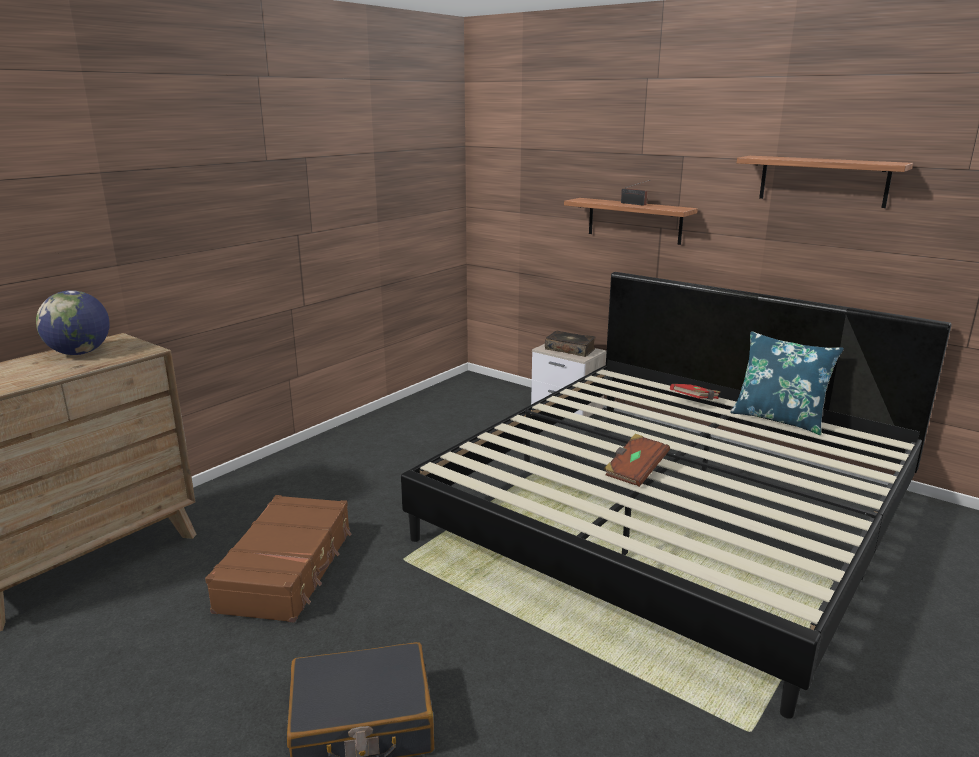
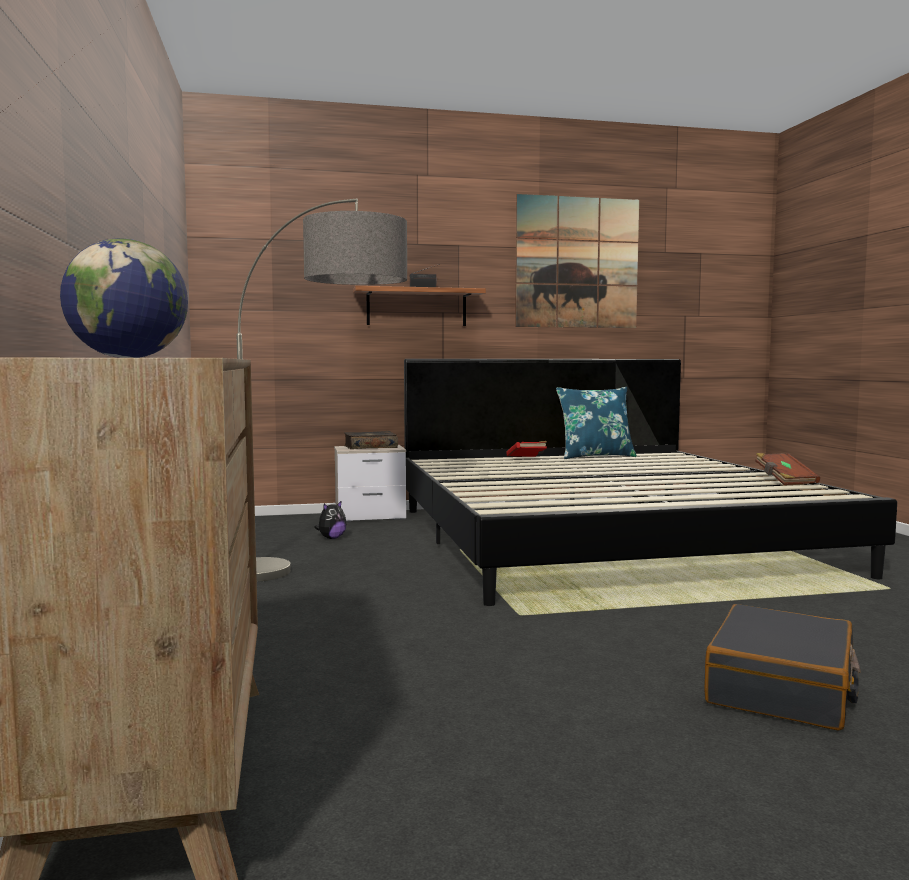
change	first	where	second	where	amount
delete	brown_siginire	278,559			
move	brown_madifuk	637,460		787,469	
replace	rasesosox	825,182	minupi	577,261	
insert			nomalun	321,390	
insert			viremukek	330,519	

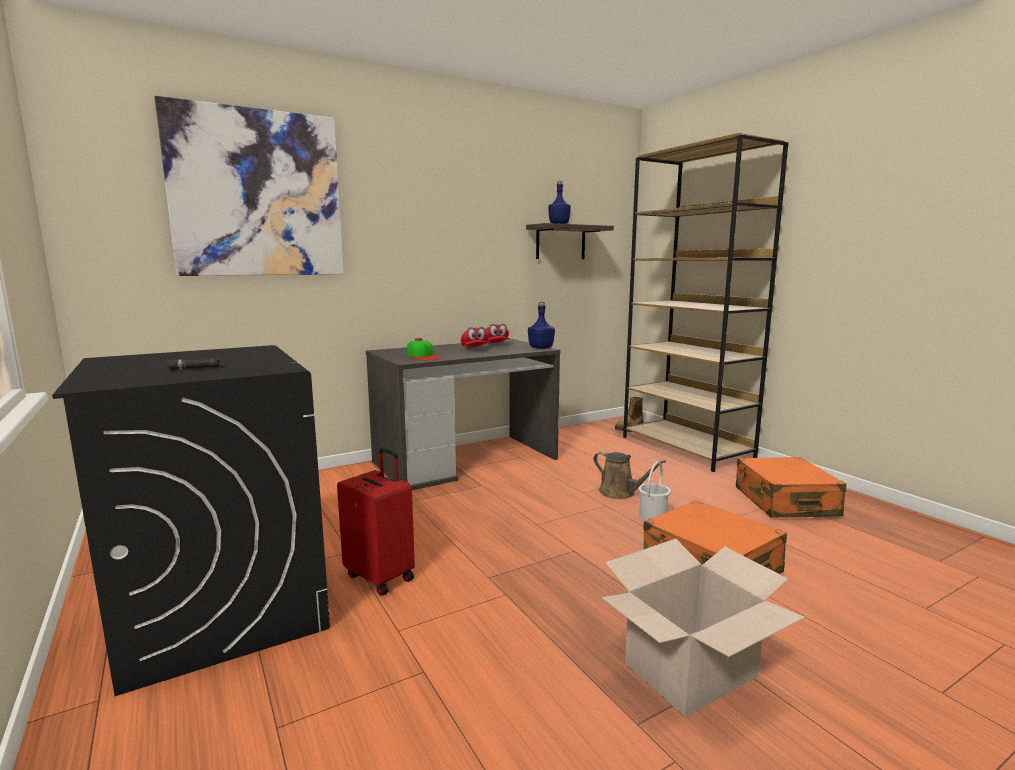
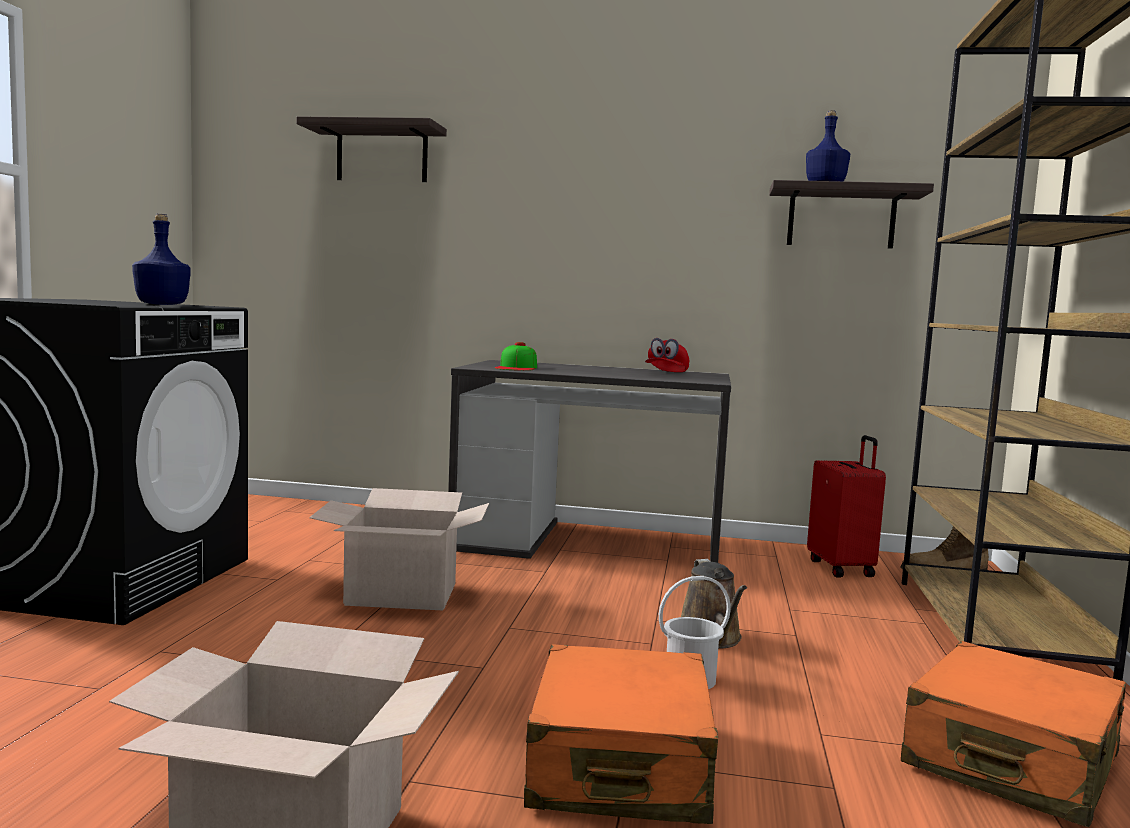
change	first	where	second	where	amount
replace	minupi	249,186	rasesosox	372,149	
delete	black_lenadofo	194,364			
move	red_siginire	376,521		846,506	
delete	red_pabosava	475,337			
move	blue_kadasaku	541,325		161,259	
insert			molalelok	399,549	

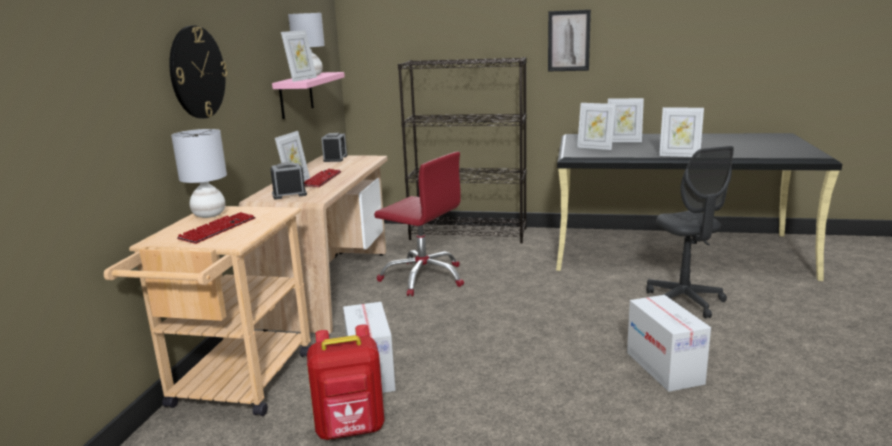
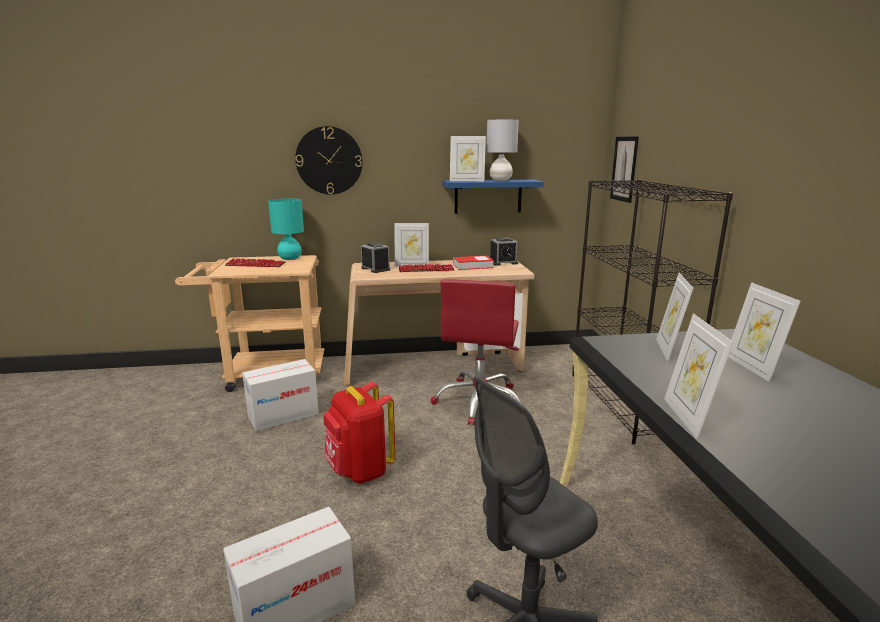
change	first	where	second	where	amount
recolor	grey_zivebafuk	199,173	turquoise_zivebafuk	286,229	
recolor	pink_rasesosox	308,95	blue_rasesosox	493,196	
move	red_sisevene	345,382		359,433	
move	minupi	569,40		624,169	
insert			madifuk	473,263	

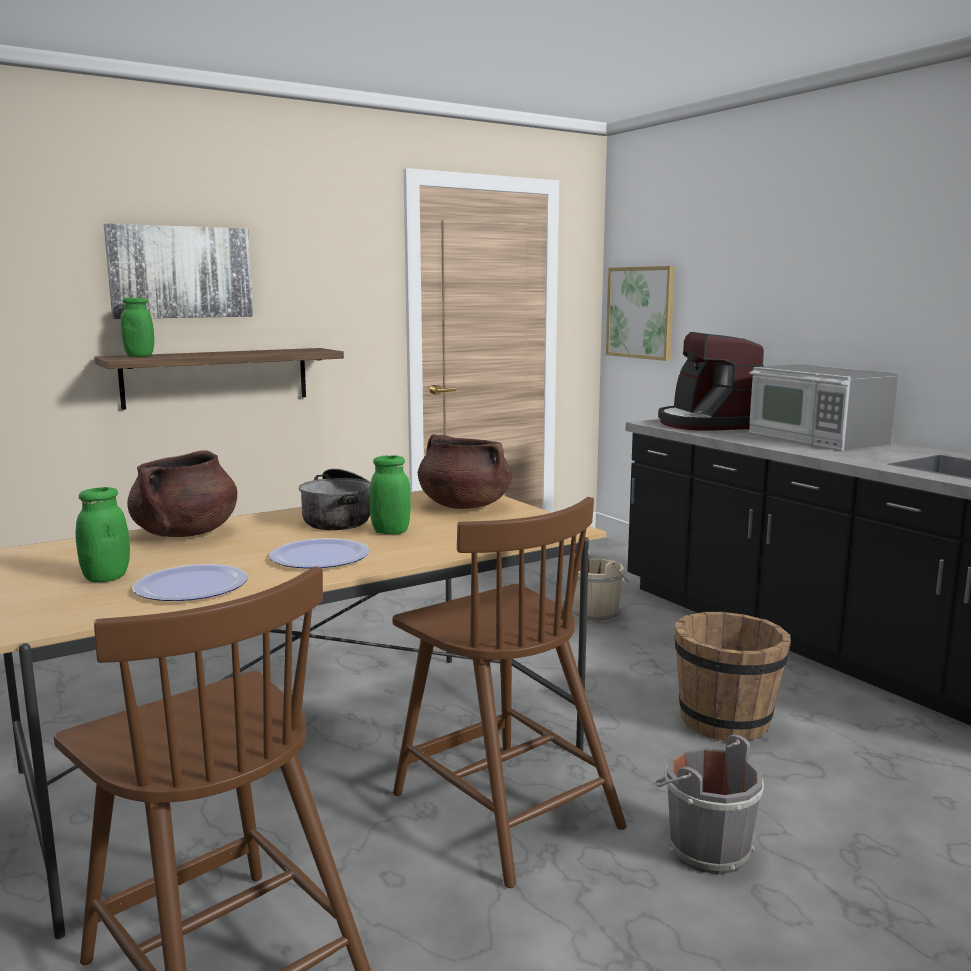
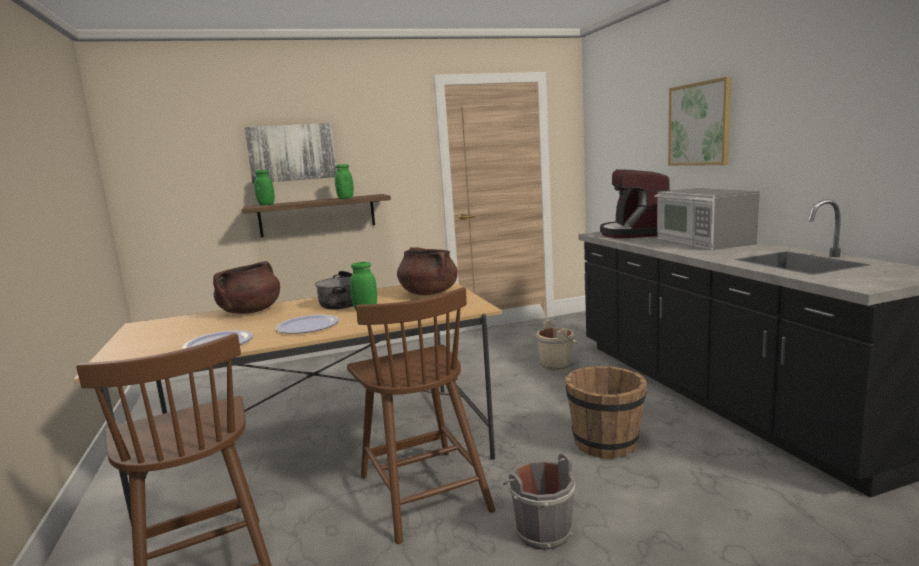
change	first	where	second	where	amount
move	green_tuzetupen	103,534		344,181	
move	minupi	640,313		700,121	

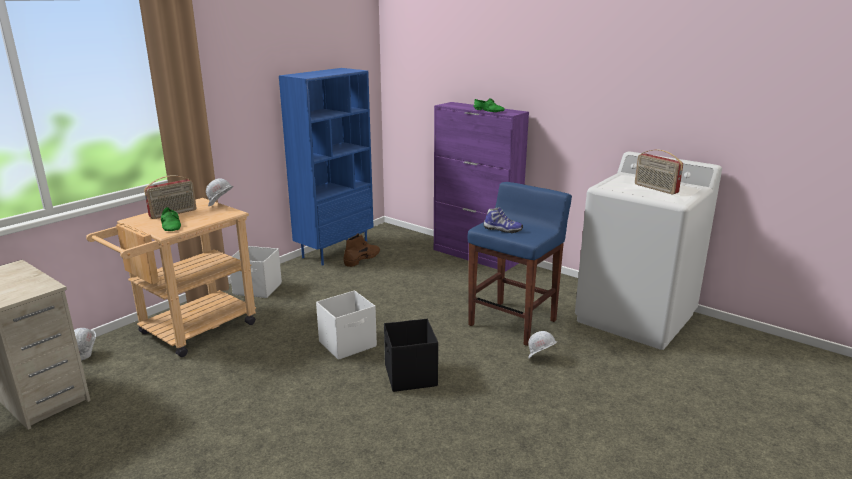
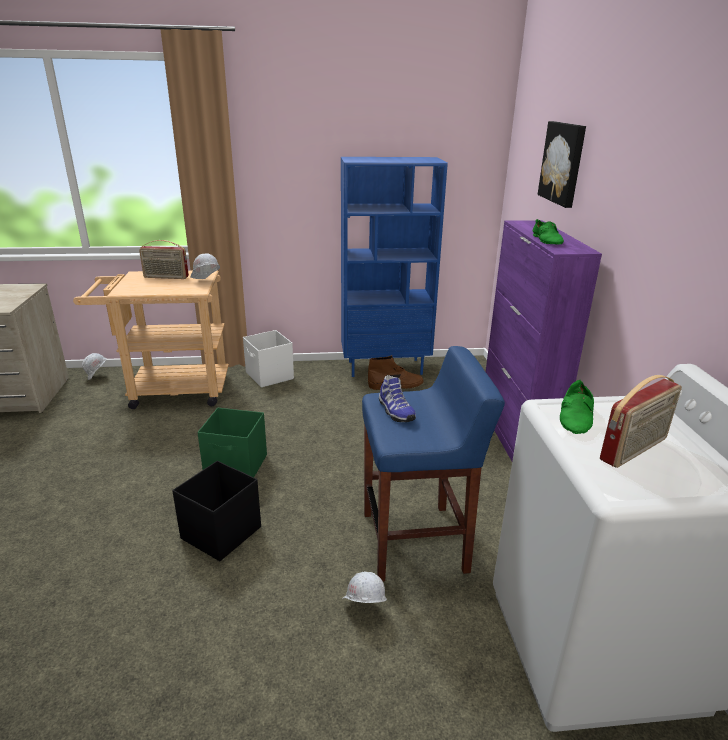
change	first	where	second	where	amount
move	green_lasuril	171,219		577,407	
recolor	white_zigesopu	346,325	green_zigesopu	232,442	
rotate	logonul	659,172		641,421	135 degrees counterclockwise
insert			minupi	562,164	

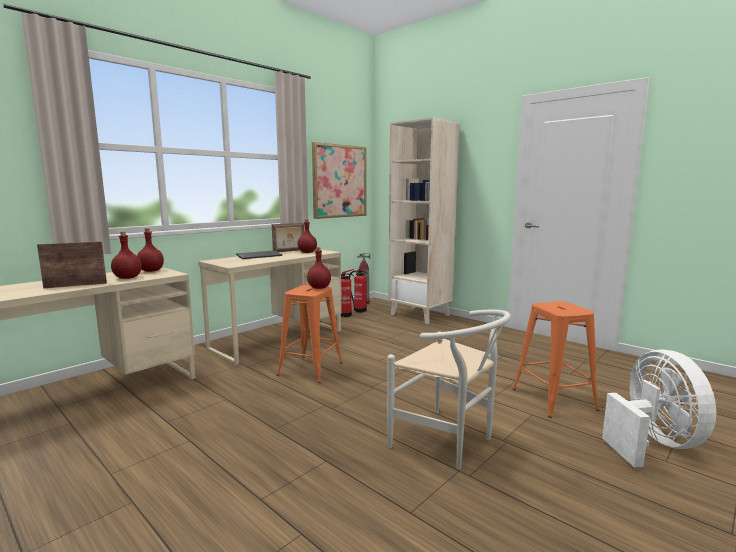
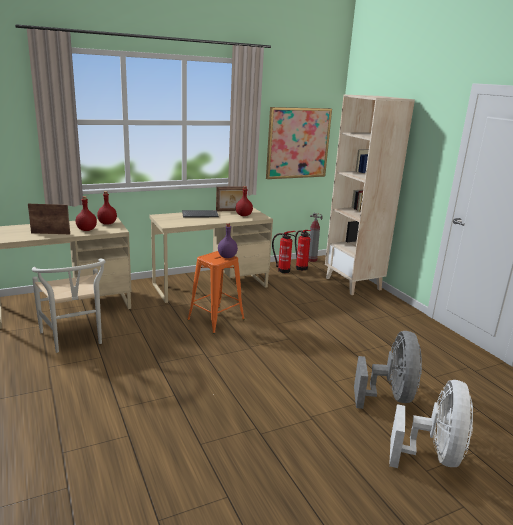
change	first	where	second	where	amount
recolor	red_kadasaku	319,268	purple_kadasaku	228,240	
move	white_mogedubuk	449,390		68,305	
replace	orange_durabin	556,359	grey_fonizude	388,370	

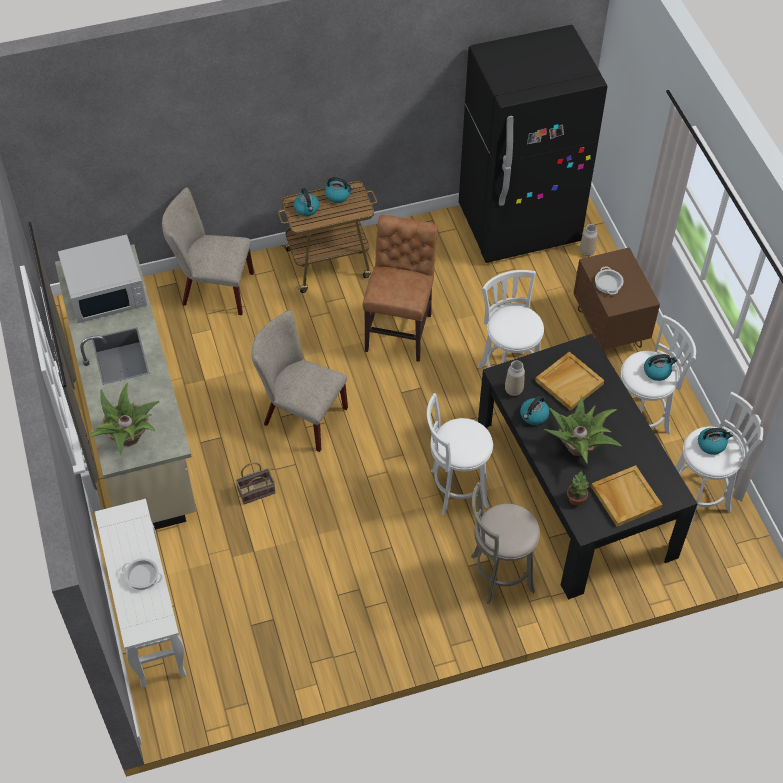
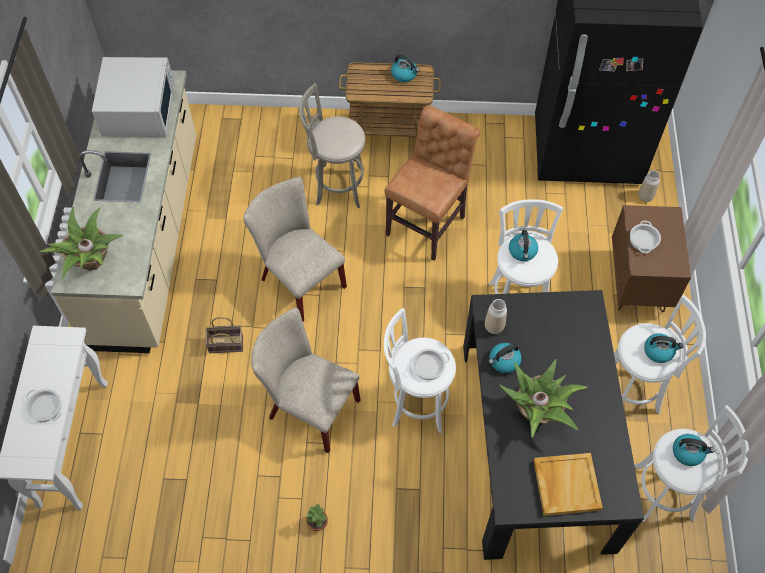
change	first	where	second	where	amount
rotate	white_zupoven	102,279		133,97	90 degrees counterclockwise
move	beige_mogedubuk	208,251		305,380	
move	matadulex	307,202		523,245	
move	grey_durabin	505,543		332,145	
delete	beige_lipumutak	569,381			
move	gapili	578,488		317,517	
insert			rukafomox	429,364	

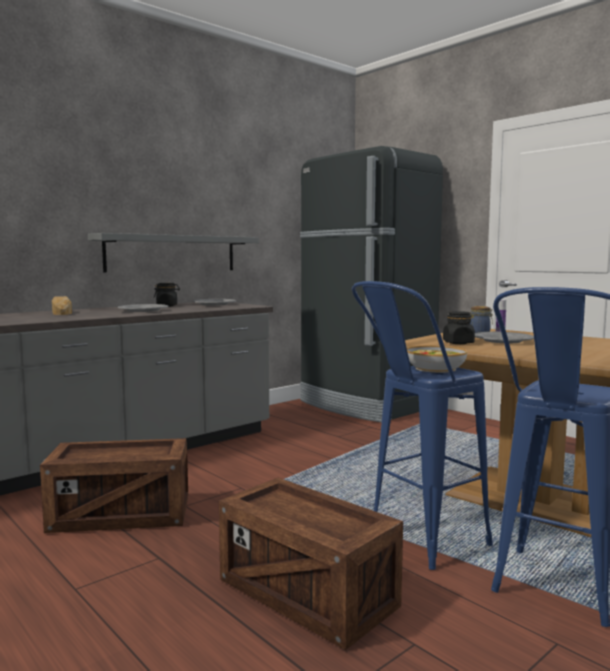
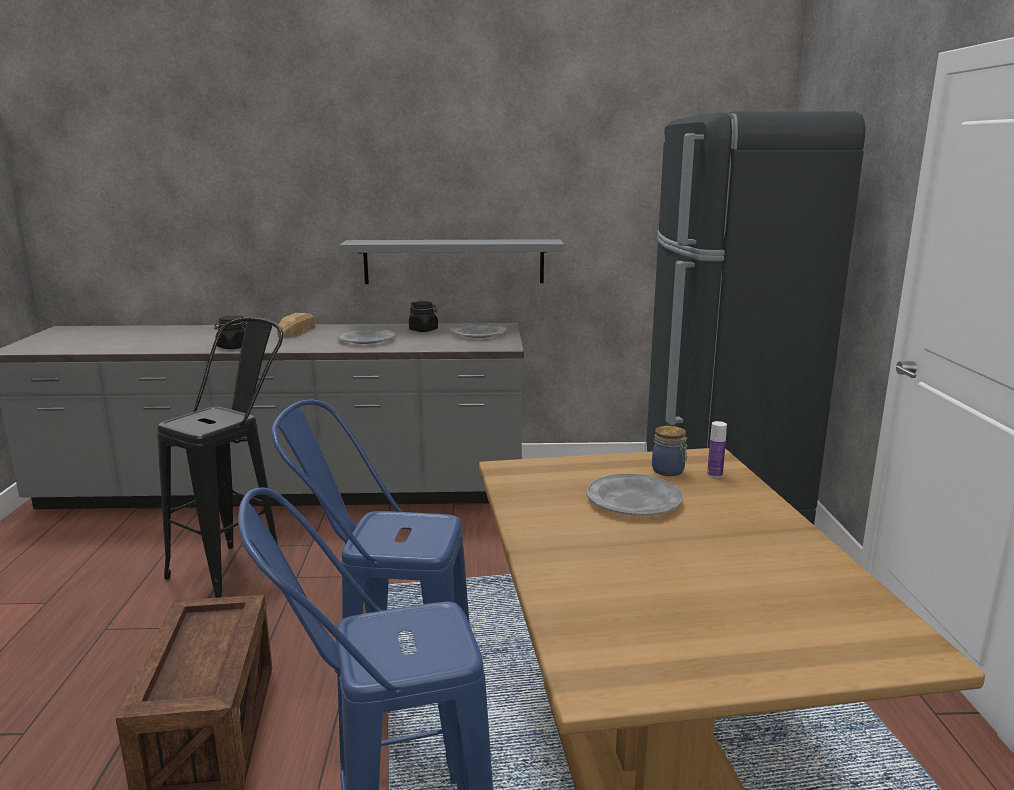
change	first	where	second	where	amount
replace	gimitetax	114,485	black_durabin	220,458	
delete	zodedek	437,359			
move	black_tuzetupen	459,327		230,332	

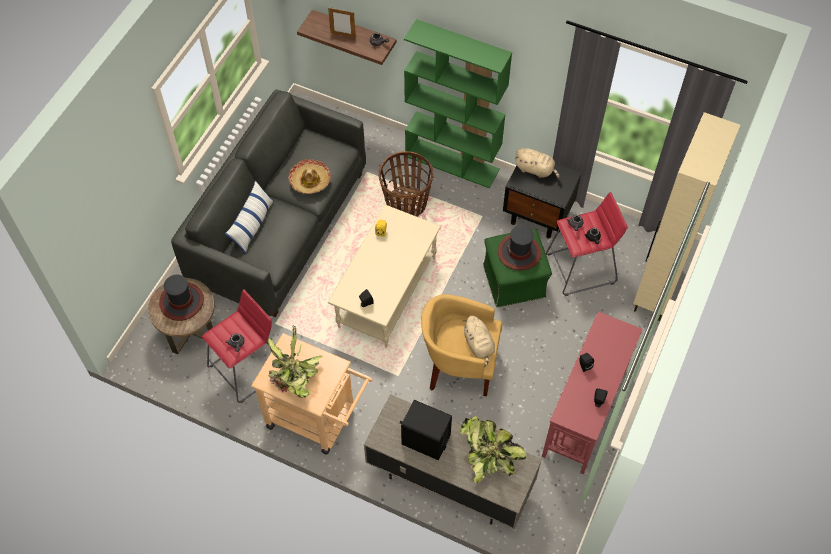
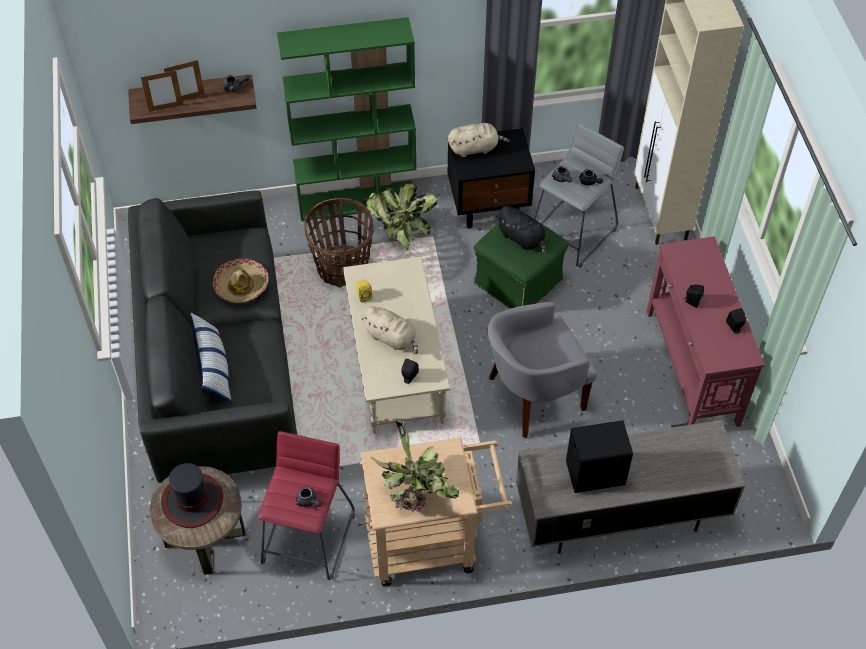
change	first	where	second	where	amount
recolor	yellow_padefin	462,345	grey_padefin	542,370	
move	gapili	493,449		400,217	
move	beige_viremukek	478,341		390,330	
replace	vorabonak	519,247	black_viremukek	521,230	
recolor	red_durabin	587,244	grey_durabin	579,195	
insert			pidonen	162,90	

